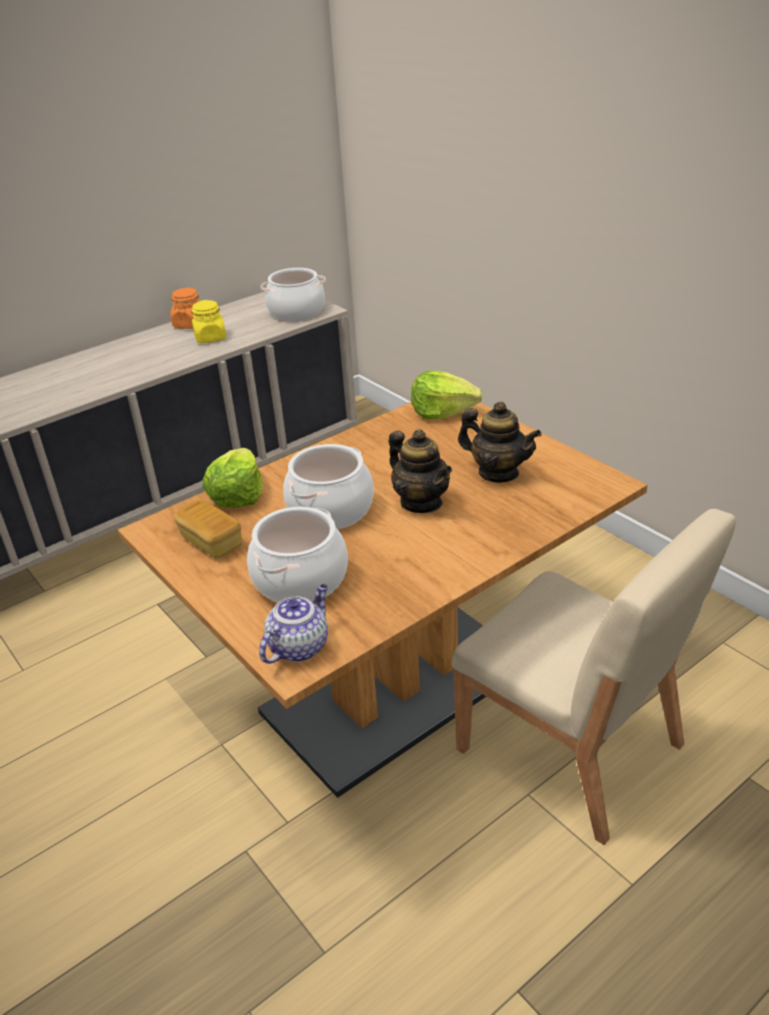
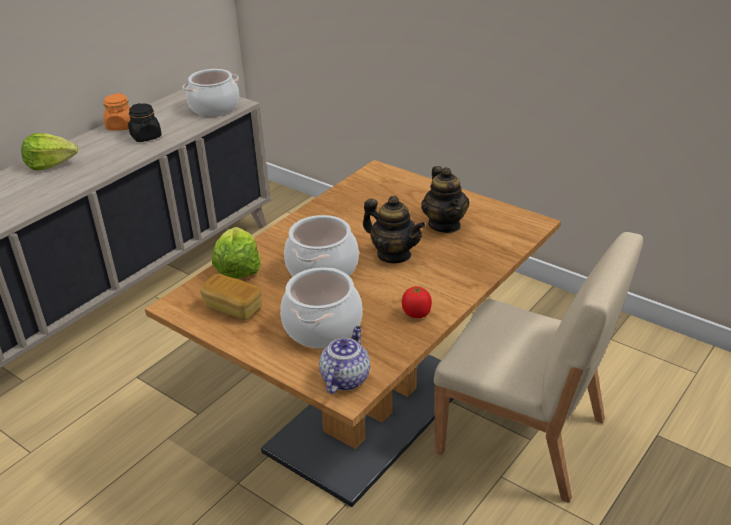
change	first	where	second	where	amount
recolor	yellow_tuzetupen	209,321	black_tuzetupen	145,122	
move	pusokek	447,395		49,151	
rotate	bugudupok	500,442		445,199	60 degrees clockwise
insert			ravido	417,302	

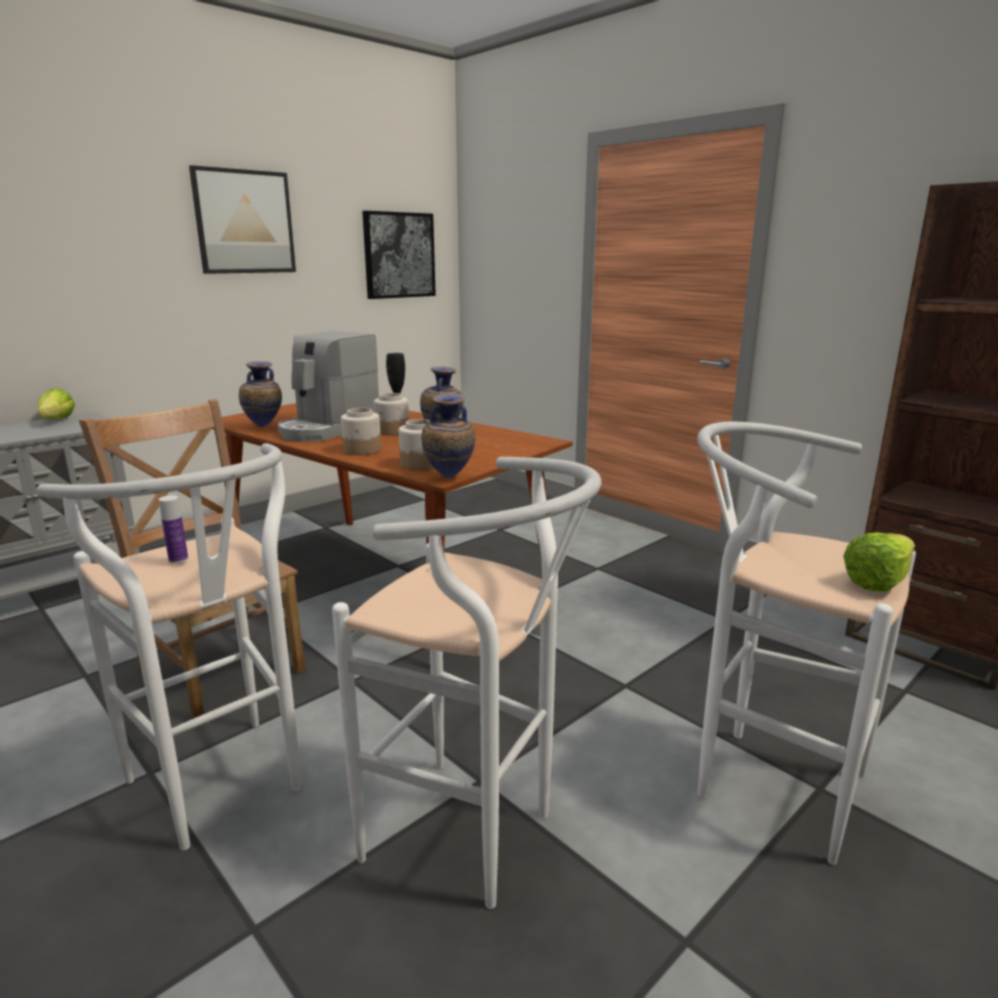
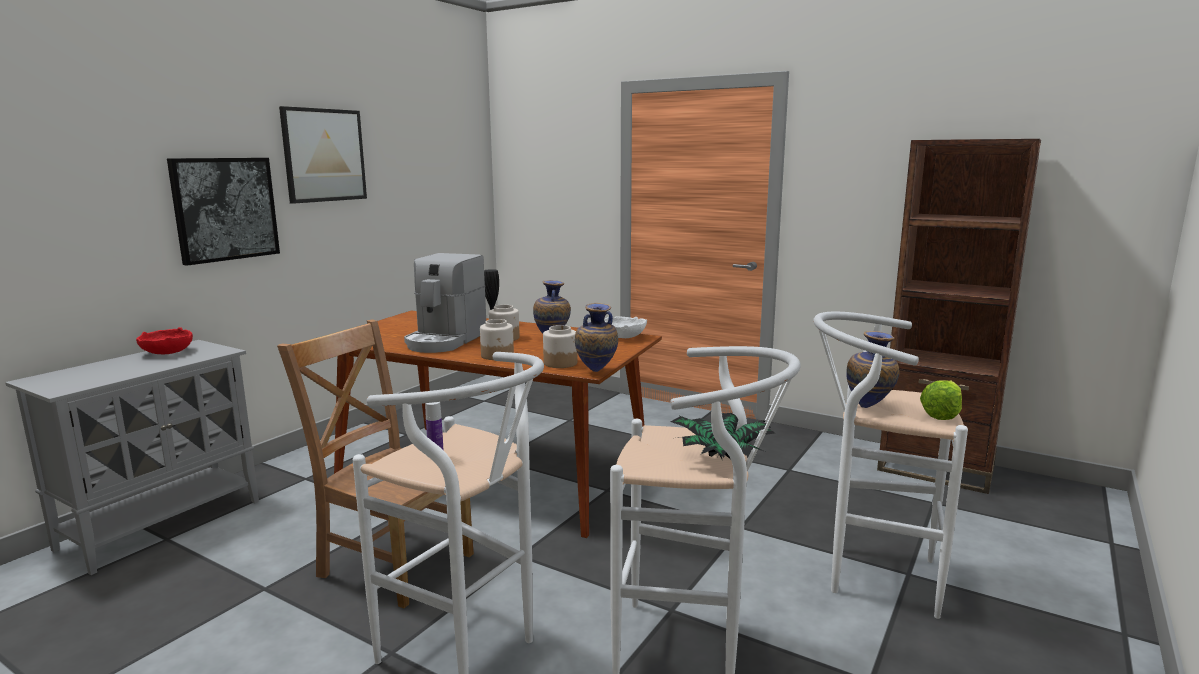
change	first	where	second	where	amount
replace	pusokek	56,404	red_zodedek	164,340	
move	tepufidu	260,394		872,369	
move	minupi	399,255		223,212	
insert			white_zodedek	625,327	
insert			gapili	723,436	

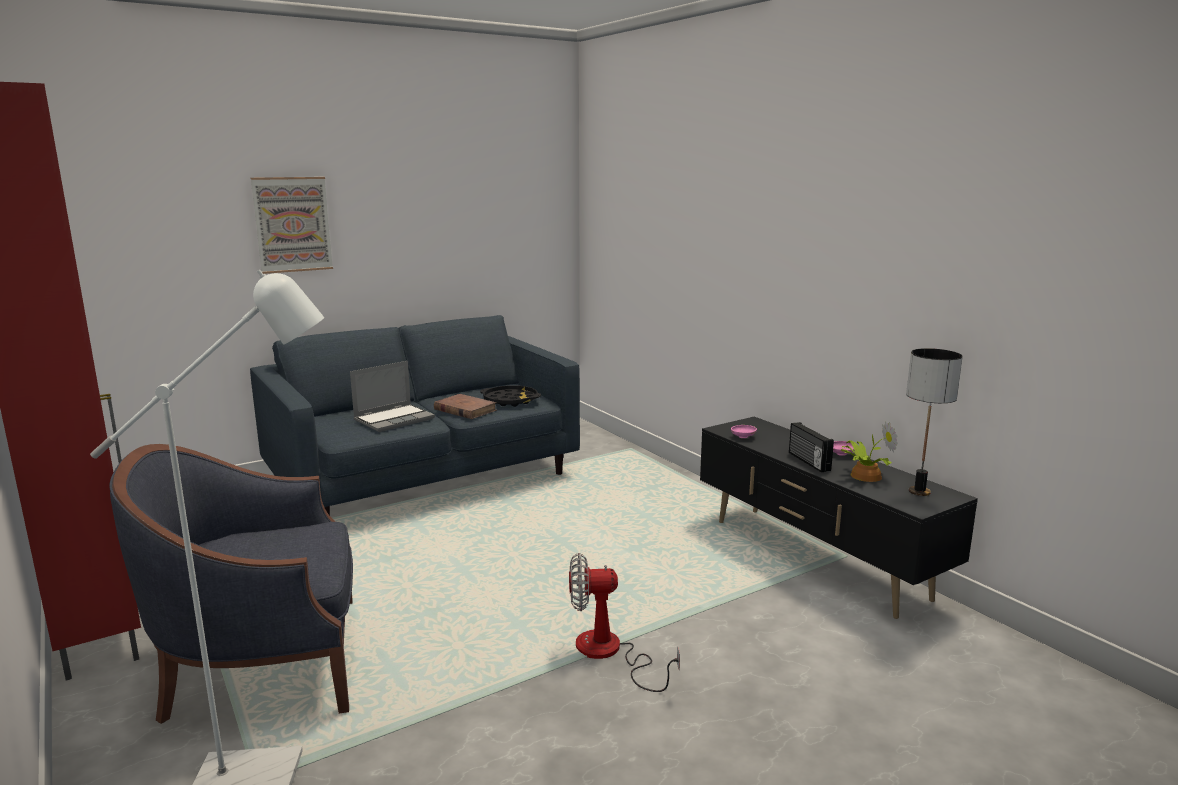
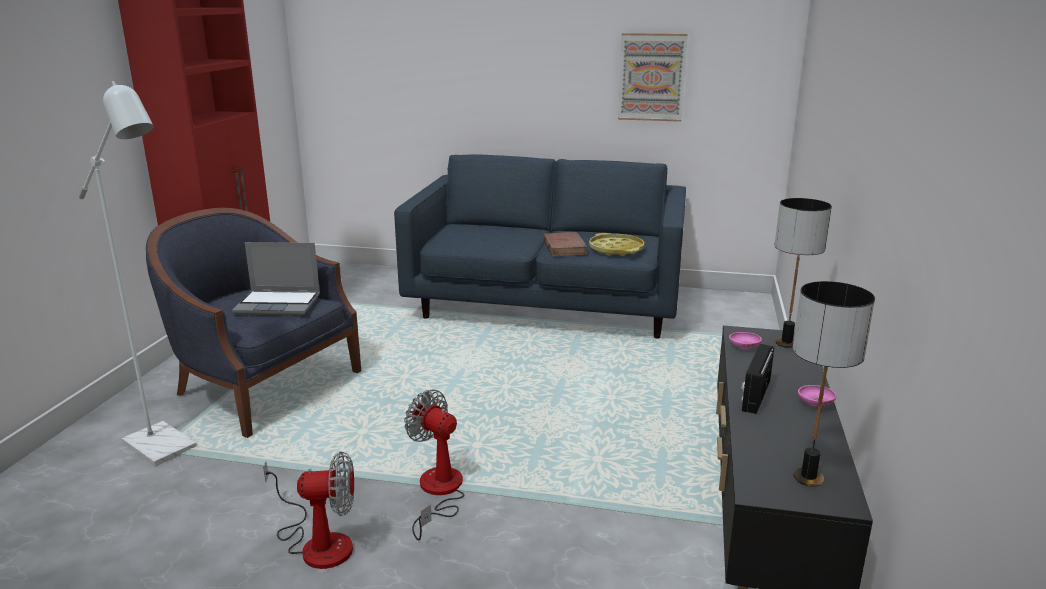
change	first	where	second	where	amount
move	minupi	292,225		653,77	
move	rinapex	392,396		276,278	
recolor	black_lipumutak	510,396	yellow_lipumutak	617,244	
delete	gapili	869,452			
insert			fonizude	308,510	
insert			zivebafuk	803,273	

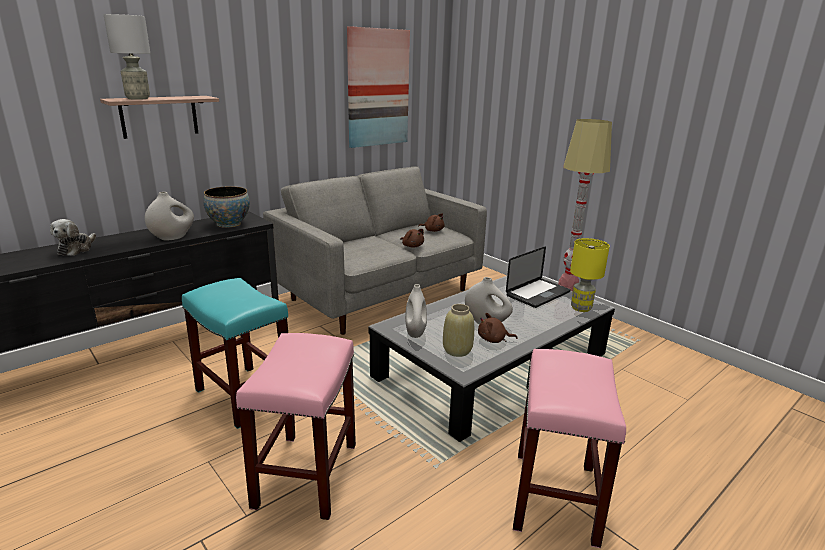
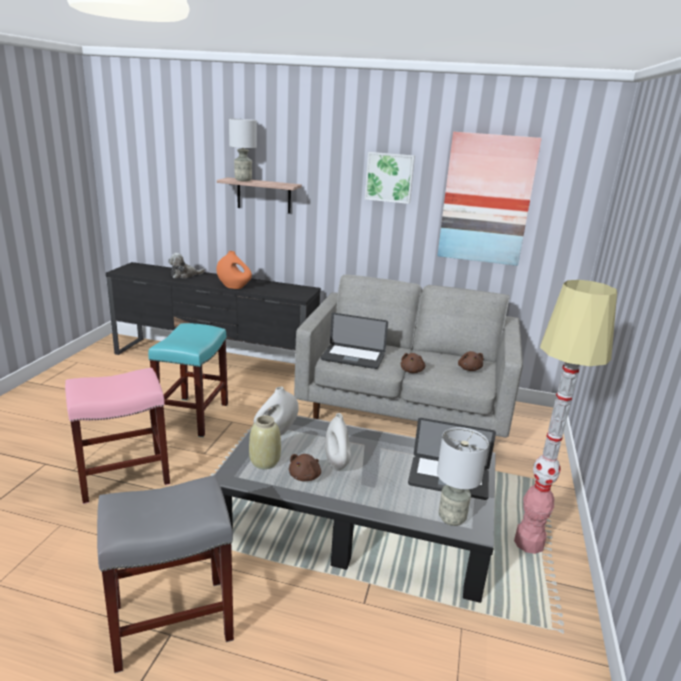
change	first	where	second	where	amount
recolor	white_tepufidu	169,216	orange_tepufidu	234,270	
delete	zodedek	226,207			
rotate	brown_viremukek	498,328		305,467	120 degrees counterclockwise
recolor	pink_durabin	569,448	grey_durabin	165,574	
recolor	yellow_zivebafuk	590,275	grey_zivebafuk	463,476	
insert			rinapex	354,341	
insert			minupi	390,178	

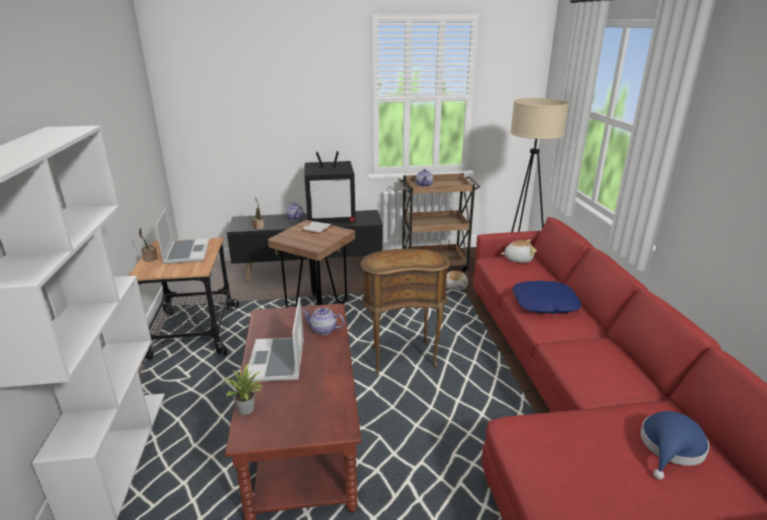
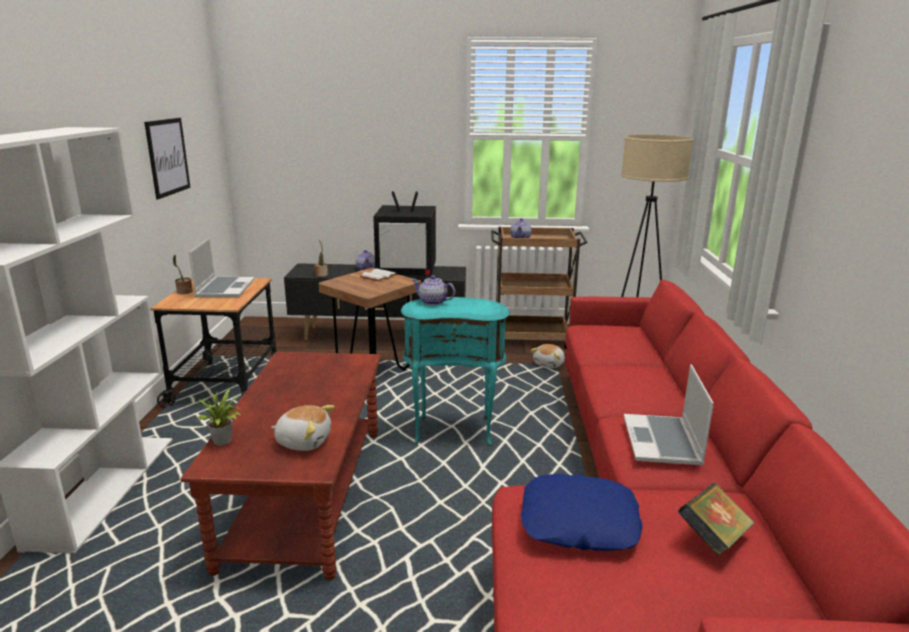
change	first	where	second	where	amount
move	rinapex	276,339		669,414	
move	bugudupok	323,321		433,290	
recolor	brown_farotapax	405,311	turquoise_farotapax	455,371	
move	viremukek	519,251		303,428	
move	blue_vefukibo	546,297		582,512	
replace	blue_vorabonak	675,445	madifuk	716,519	
insert			minupi	167,158	

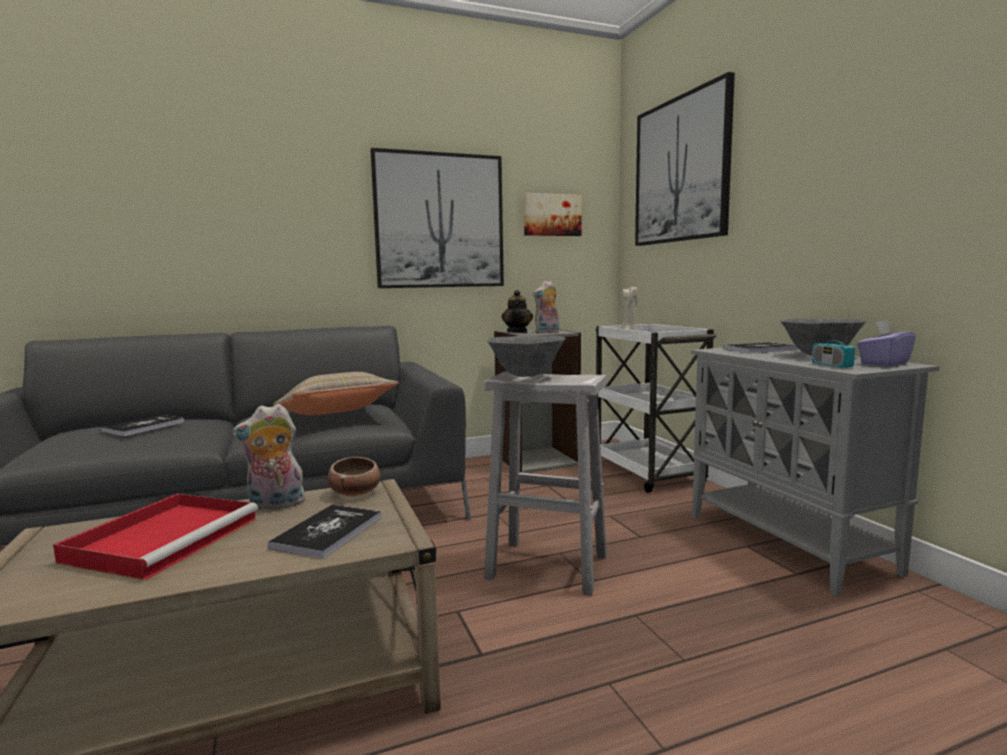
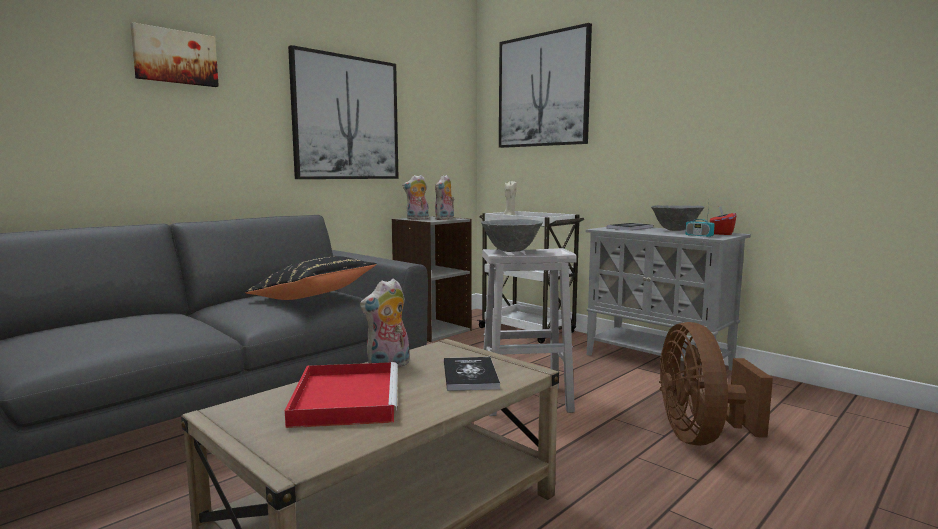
change	first	where	second	where	amount
delete	madifuk	143,425			
recolor	beige_vefukibo	335,393	black_vefukibo	311,278	
delete	zodedek	353,476			
replace	bugudupok	517,311	viremukek	415,197	
move	minupi	553,214		175,54	
recolor	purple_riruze	886,343	red_riruze	723,221	
insert			brown_fonizude	716,384	

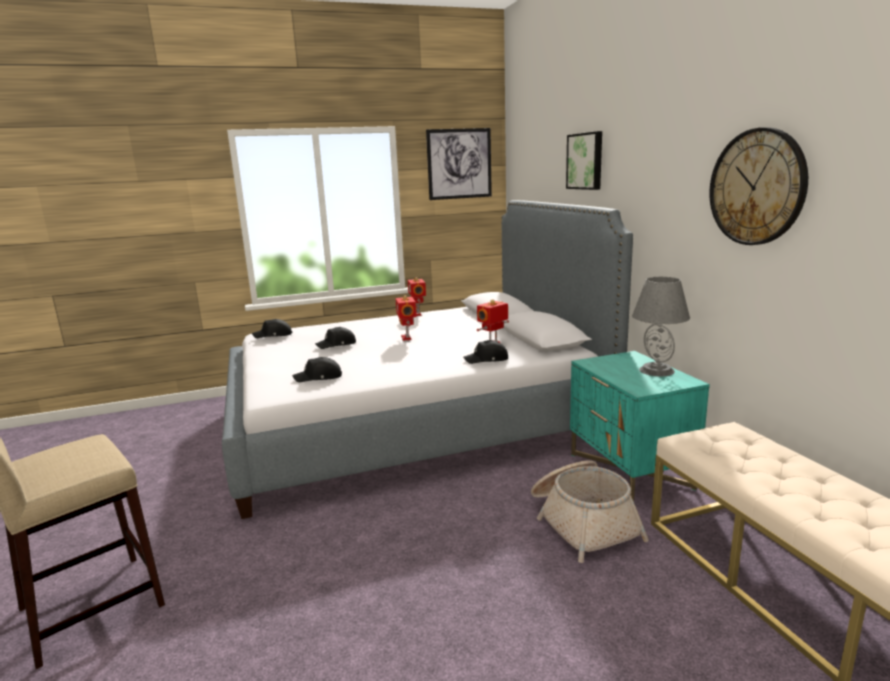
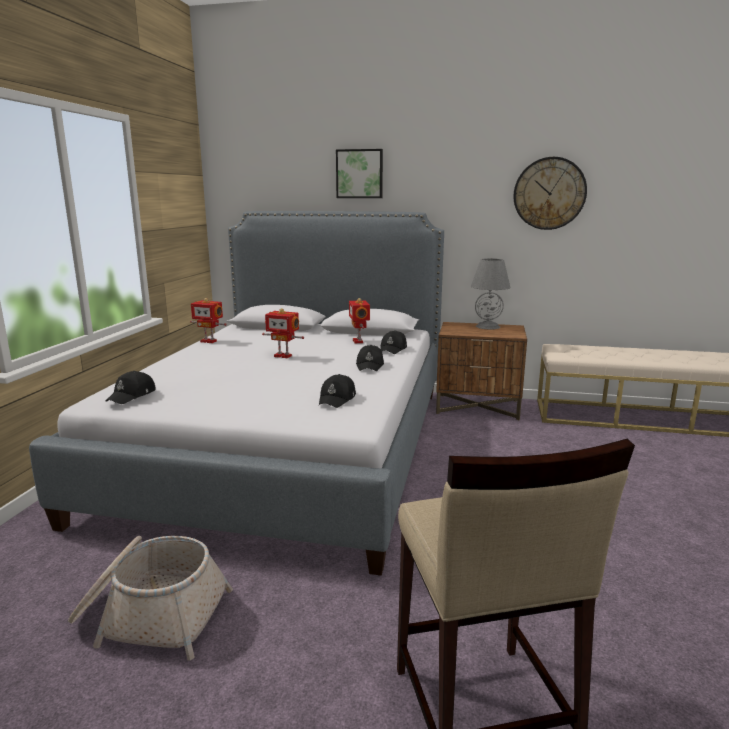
change	first	where	second	where	amount
move	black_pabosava	335,338		370,358	
delete	minupi	459,164			
move	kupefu	590,511		150,598	
recolor	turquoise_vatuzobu	640,426	brown_vatuzobu	481,371	

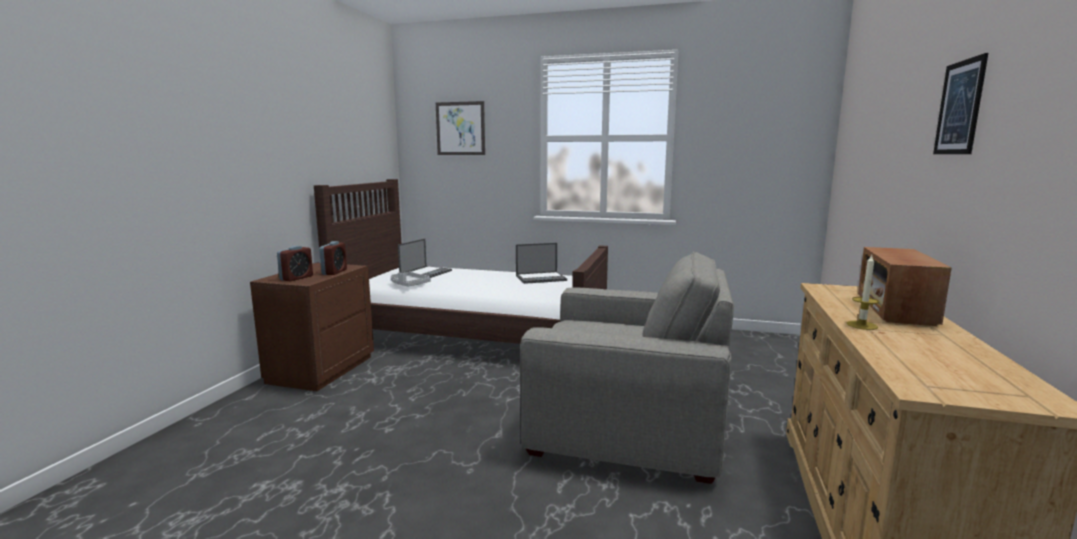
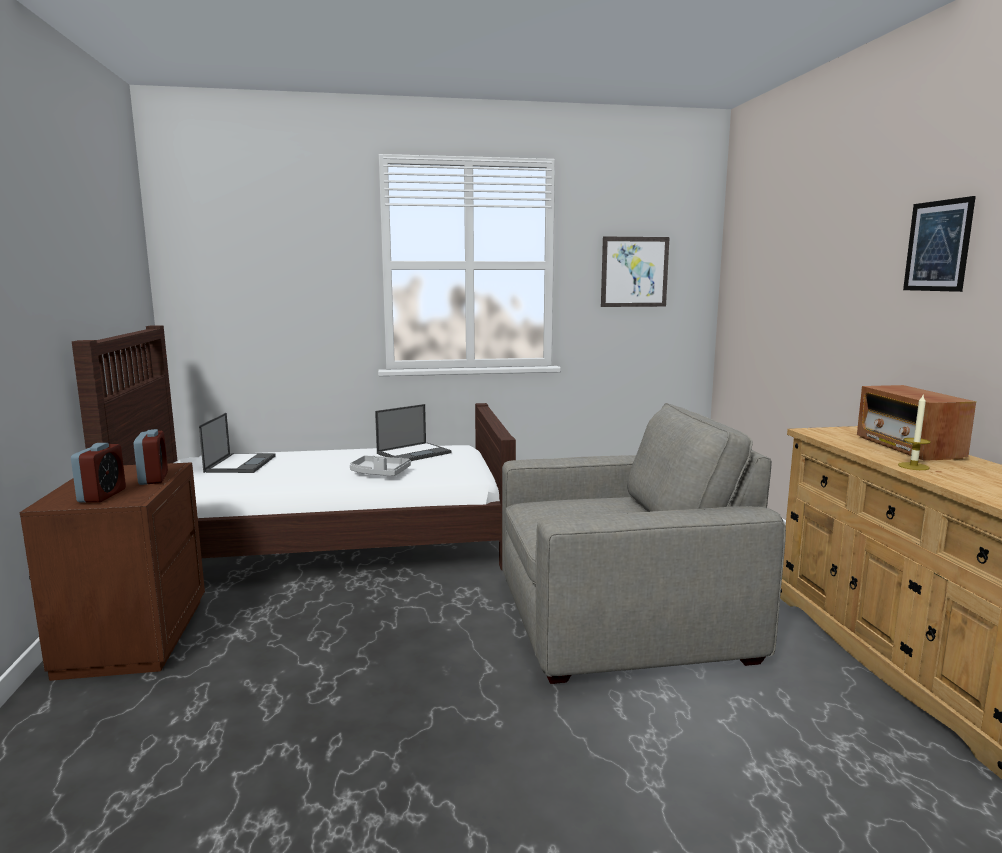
change	first	where	second	where	amount
move	grey_lipumutak	410,279		380,465	
move	minupi	460,128		635,272	

